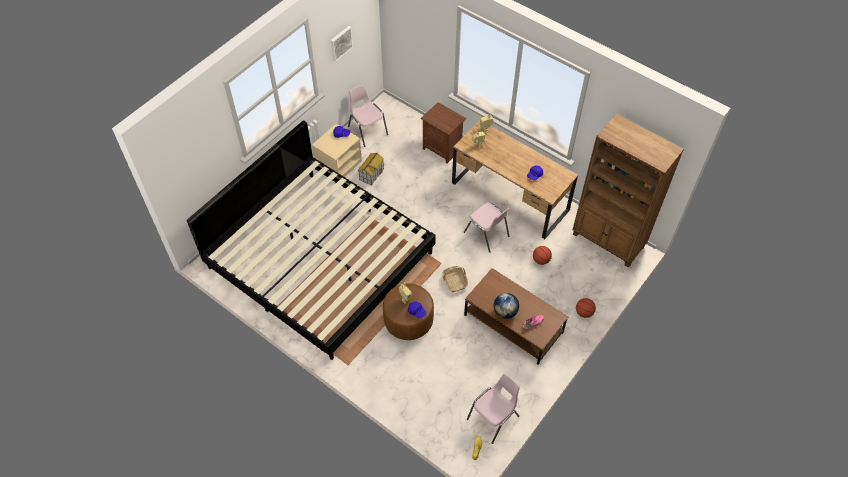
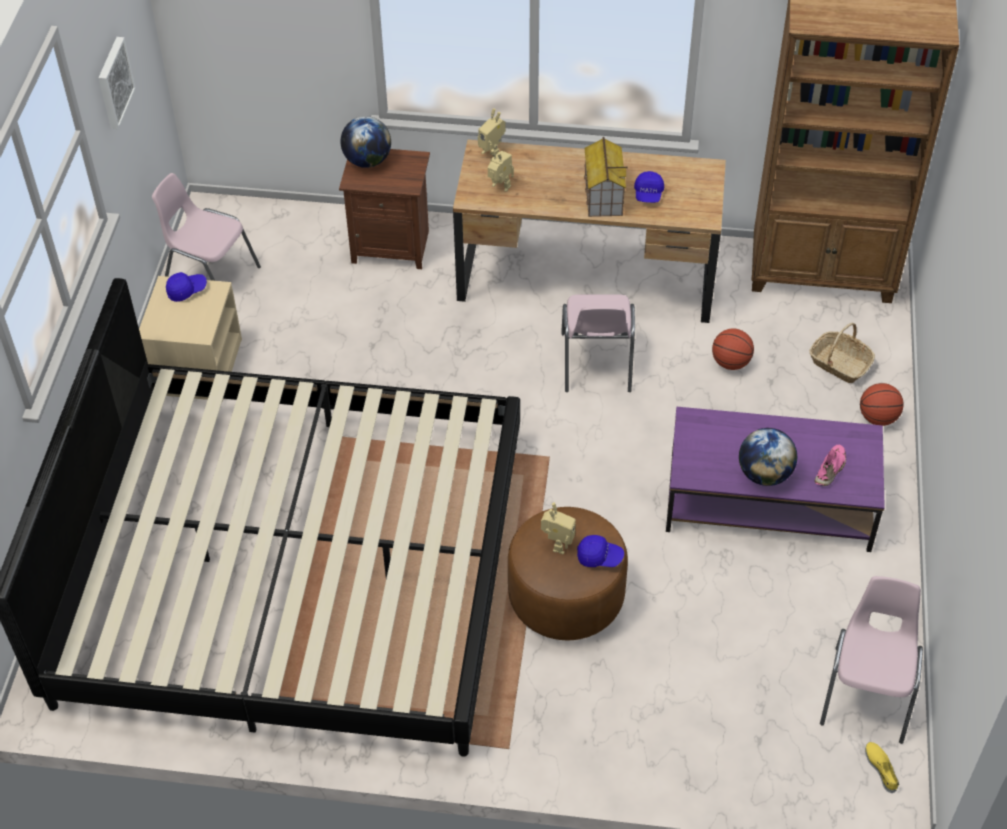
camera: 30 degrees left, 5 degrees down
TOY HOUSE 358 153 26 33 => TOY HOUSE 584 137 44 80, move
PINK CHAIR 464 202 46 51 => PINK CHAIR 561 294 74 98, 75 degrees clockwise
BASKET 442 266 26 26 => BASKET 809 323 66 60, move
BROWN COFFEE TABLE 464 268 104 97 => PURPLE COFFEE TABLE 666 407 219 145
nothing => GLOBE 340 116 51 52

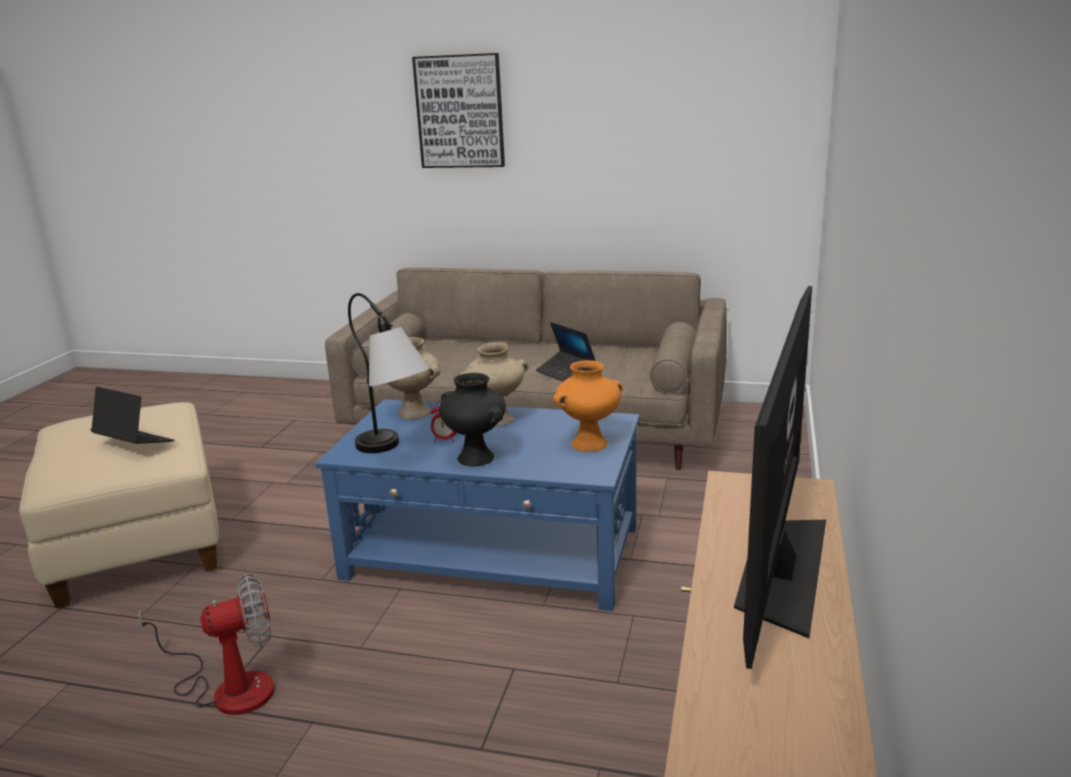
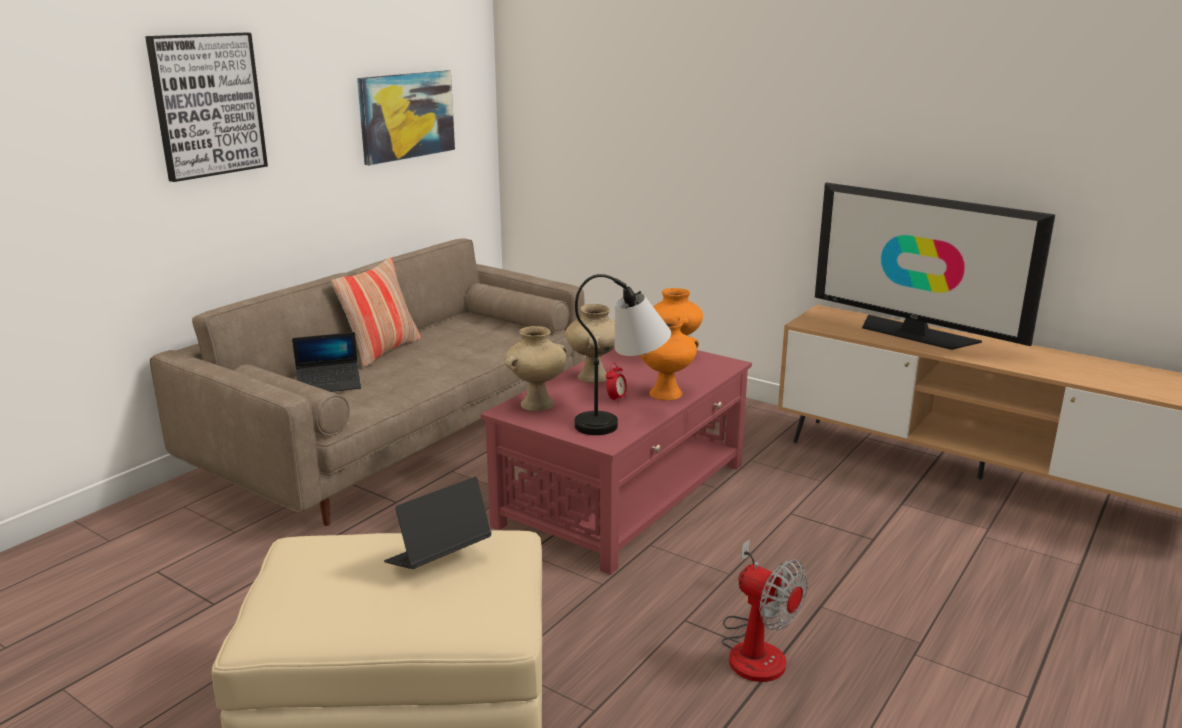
camera: 70 degrees left, 0 degrees up
LAPTOP 536 322 60 60 => LAPTOP 292 332 69 60, move
BLACK VASE 439 373 67 93 => ORANGE VASE 638 317 61 83
BLUE COFFEE TABLE 315 399 325 212 => RED COFFEE TABLE 481 348 271 227
FAN 139 574 136 141 => FAN 722 539 86 143, 135 degrees clockwise
nothing => PICTURE 357 70 98 95
nothing => PILLOW 331 258 90 110

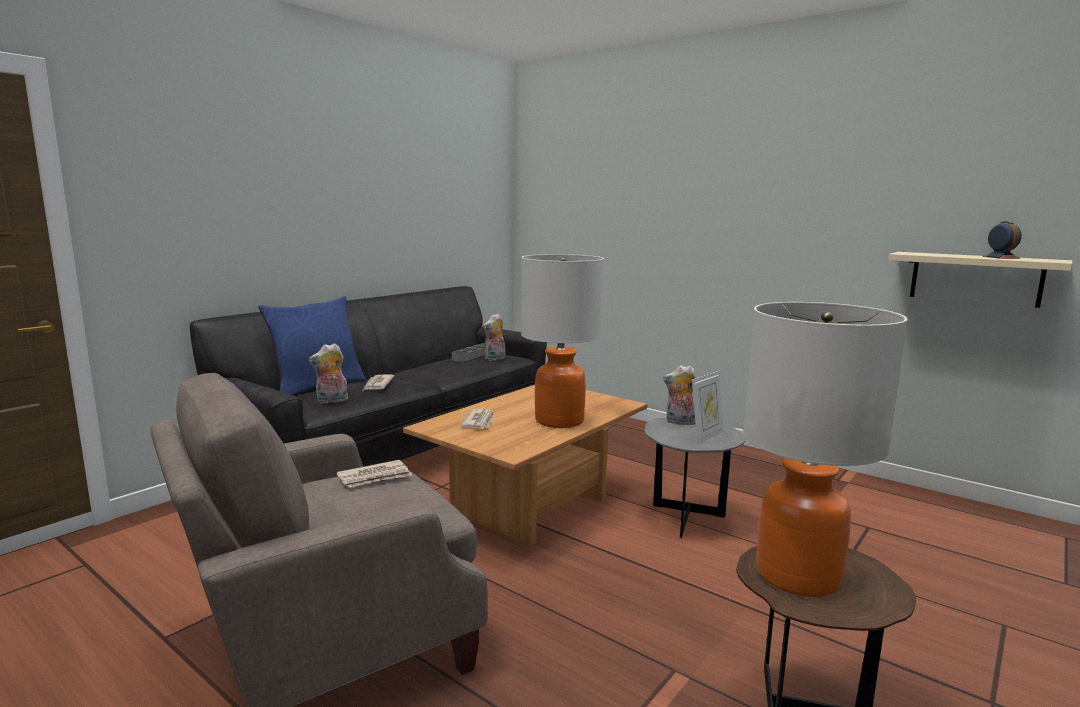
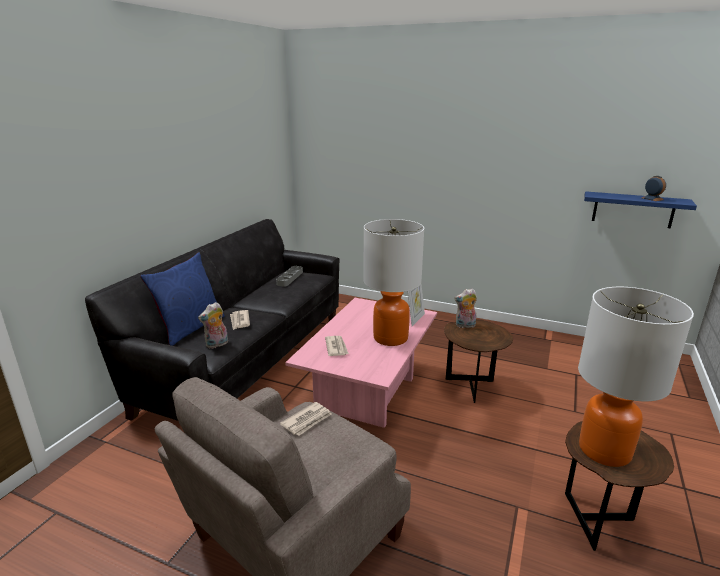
camera: 15 degrees left, 10 degrees up
BEIGE SHELF 888 252 184 56 => BLUE SHELF 584 191 113 37
PLUSH TOY 483 313 23 48 => nothing
PICTURE FRAME 692 371 32 73 => PICTURE FRAME 408 284 17 42, move
BROWN COFFEE TABLE 403 385 244 161 => PINK COFFEE TABLE 285 298 152 130
GREY SIDE TABLE 644 418 101 120 => BROWN SIDE TABLE 444 319 69 84

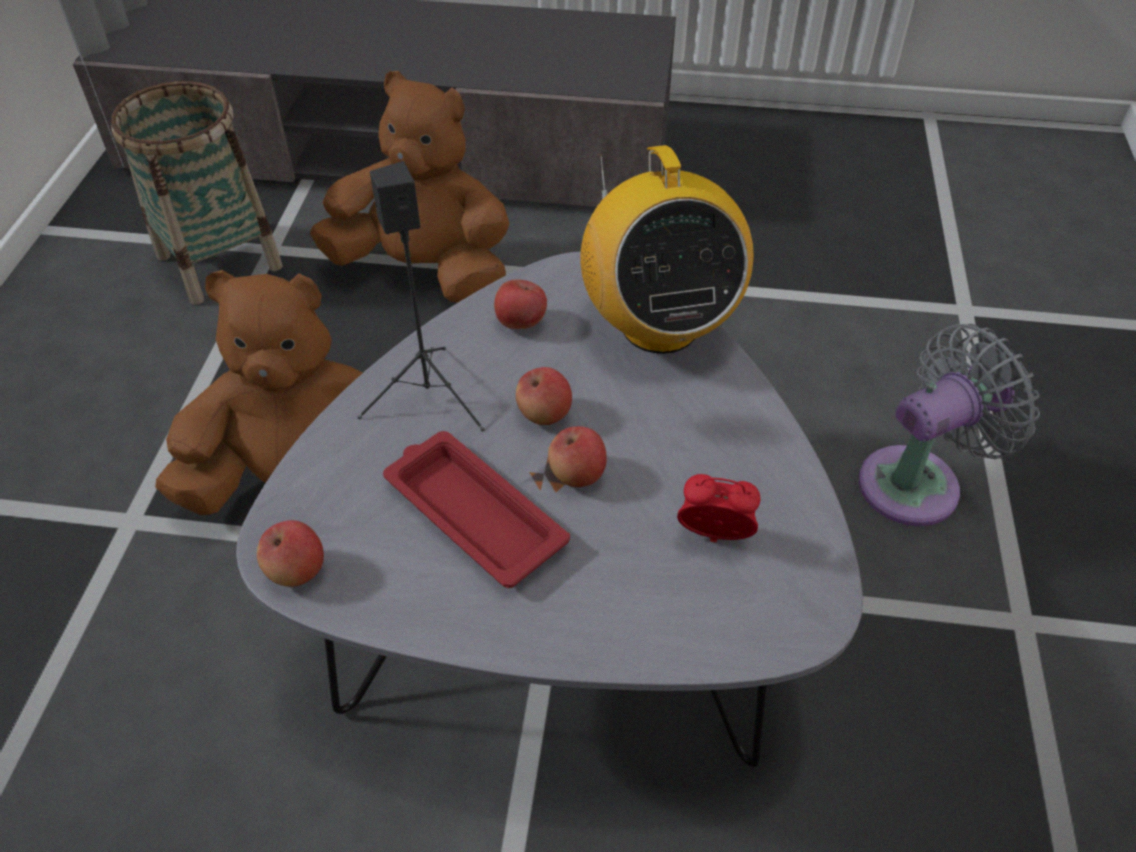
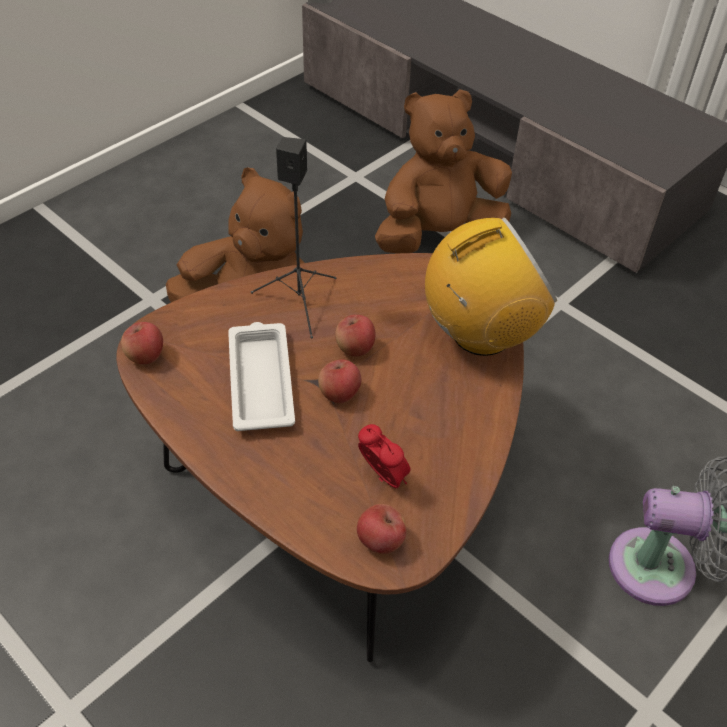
camera: 35 degrees right, 0 degrees up
BROWN PLUSH TOY 310 71 200 231 => BROWN PLUSH TOY 375 89 137 164, 75 degrees counterclockwise
BASKET 111 81 172 224 => nothing
RADIO 581 145 173 209 => RADIO 425 217 132 139, 135 degrees counterclockwise
GREY COFFEE TABLE 236 252 627 515 => BROWN COFFEE TABLE 116 253 408 409
APPLE 494 279 53 50 => APPLE 357 504 49 50, move
RED TRAY 383 431 187 157 => WHITE TRAY 228 322 67 109

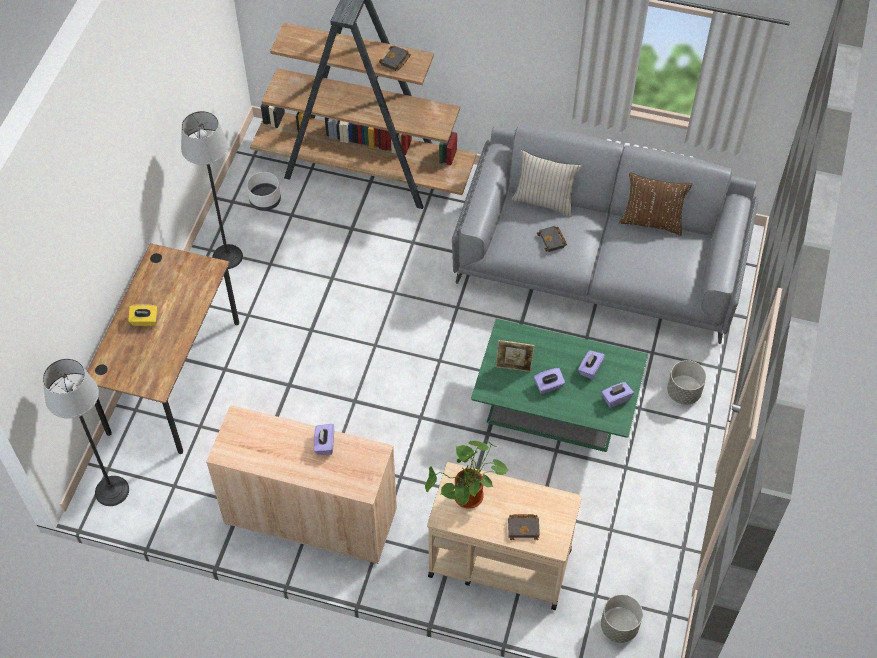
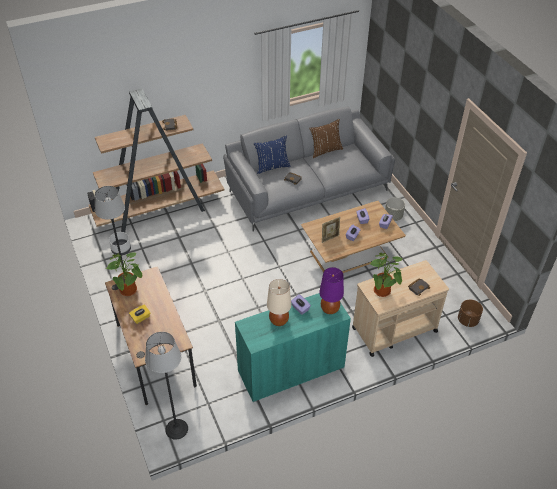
camera: 40 degrees left, 10 degrees down
BEIGE PILLOW 512 150 69 67 => BLUE PILLOW 254 135 37 39
GREEN COFFEE TABLE 471 319 177 133 => BROWN COFFEE TABLE 301 201 105 72
BEIGE CABINET 206 405 191 159 => TURQUOISE CABINET 235 293 116 109
GREY PLANTER 601 594 42 49 => BROWN PLANTER 458 300 25 27
nothing => POTTED PLANT 106 252 36 44
nothing => PURPLE TABLE LAMP 319 267 25 47
nothing => BEIGE TABLE LAMP 267 279 24 47

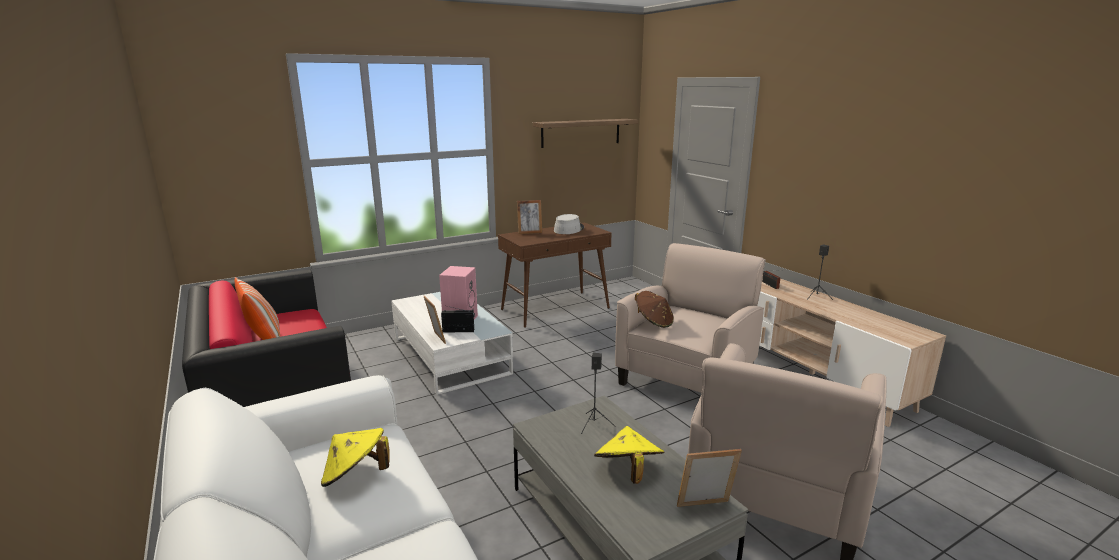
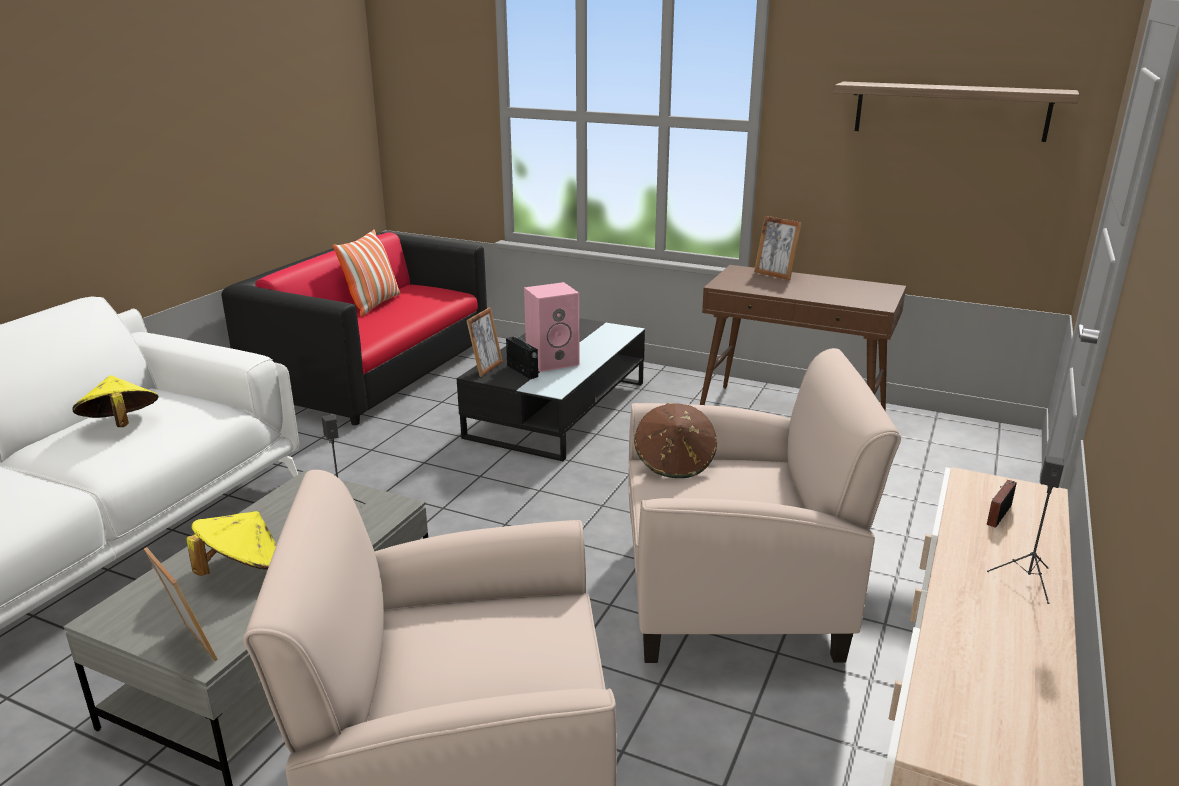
camera: 55 degrees right, 5 degrees up
GREY HAT 554 214 30 20 => nothing
WHITE COFFEE TABLE 391 292 122 103 => BLACK COFFEE TABLE 457 318 188 143

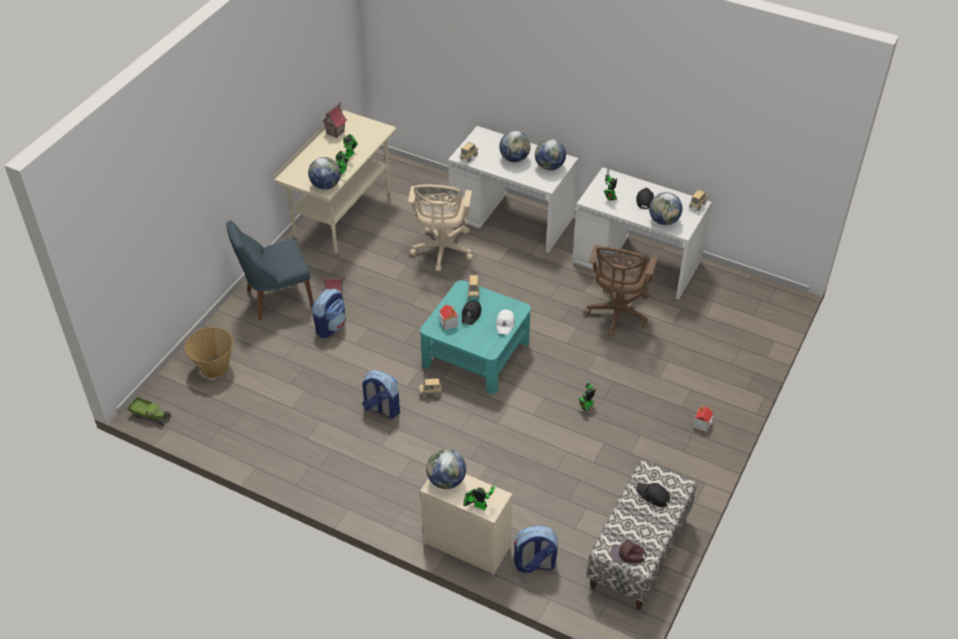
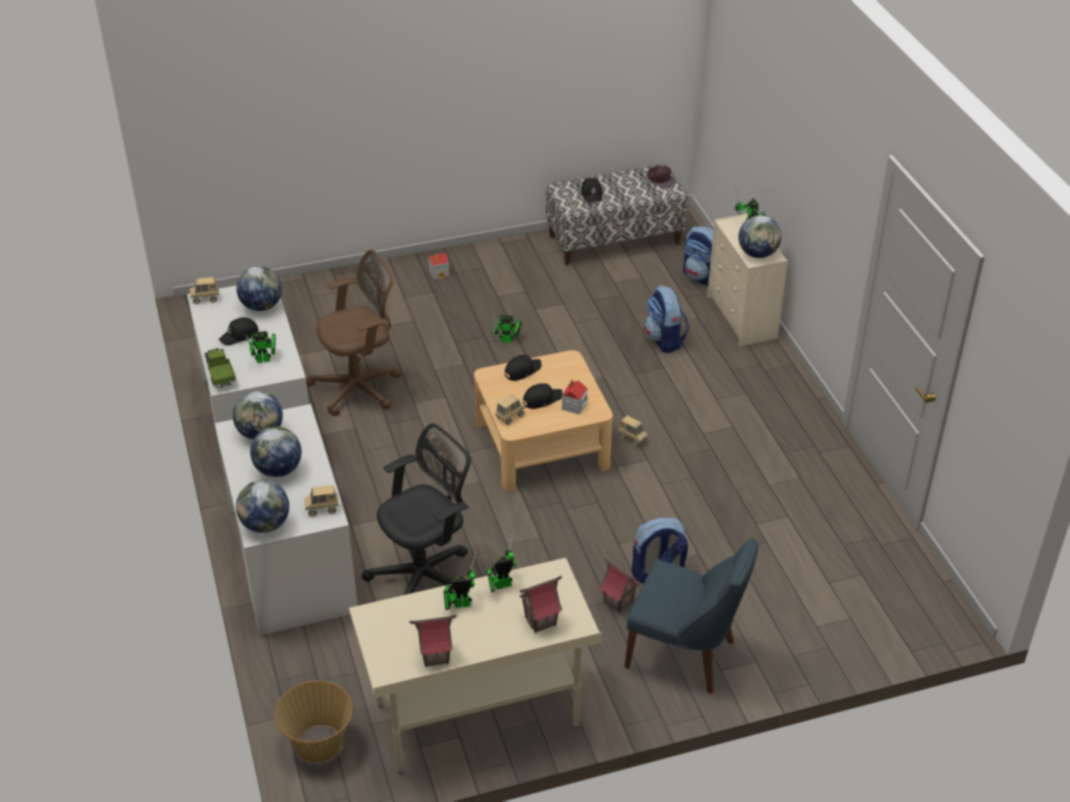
camera: 135 degrees left, 5 degrees down
GLOBE 308 157 33 33 => GLOBE 236 480 53 53, move
BEIGE OFFICE CHAIR 408 185 64 87 => BLACK OFFICE CHAIR 361 423 110 172
TURQUOISE COFFEE TABLE 420 280 111 114 => BEIGE COFFEE TABLE 474 350 139 141
WHITE CAP 496 310 19 24 => BLACK CAP 505 355 36 26
BASKET 185 327 48 51 => BASKET 275 680 78 83, move
BACKPACK 362 370 38 49 => BACKPACK 644 285 45 68, move
TOY TRUCK 127 397 45 29 => TOY TRUCK 204 348 32 40, move
nothing => TOY HOUSE 519 576 43 57

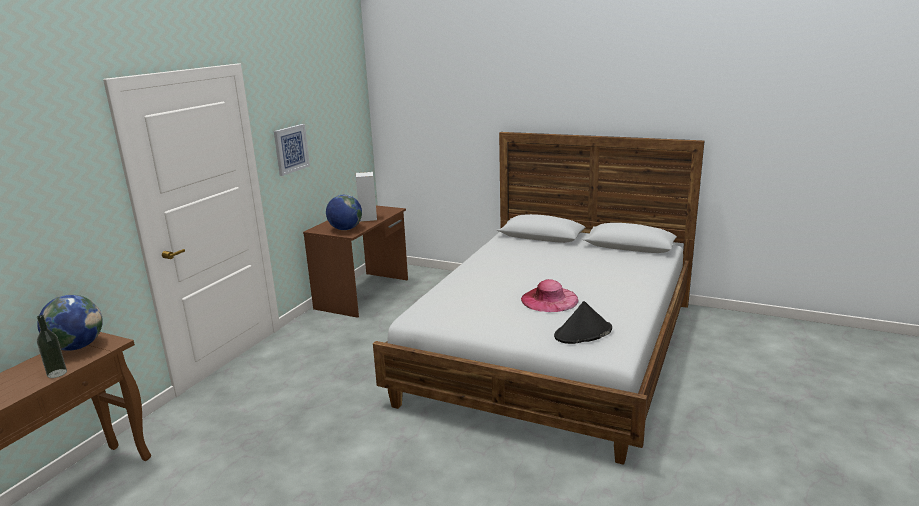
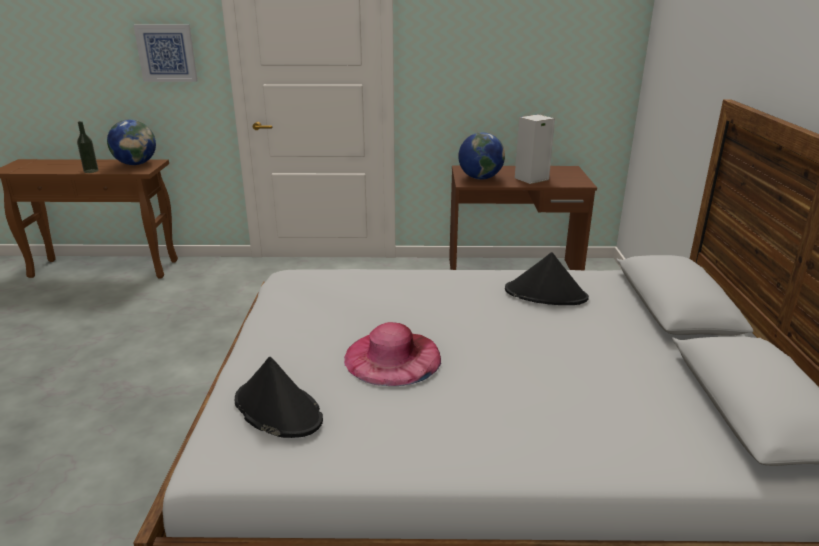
camera: 65 degrees right, 5 degrees up
PICTURE 274 124 36 52 => PICTURE 133 24 64 58, move
nothing => BLACK HAT 505 252 84 53

